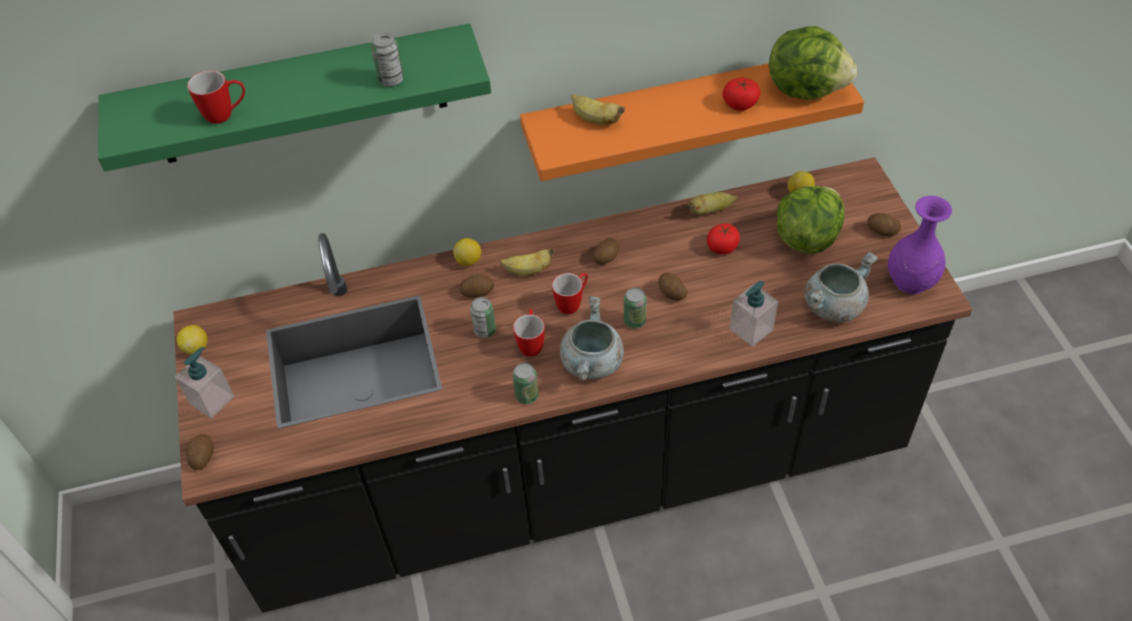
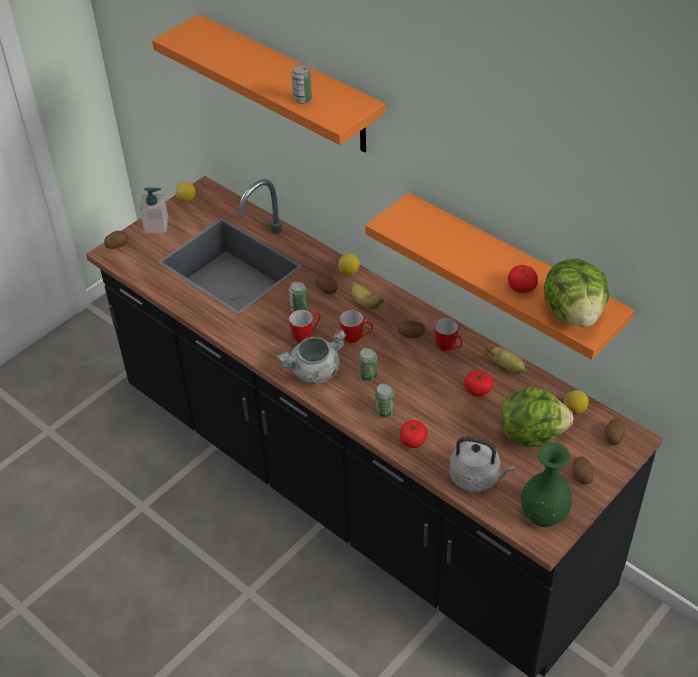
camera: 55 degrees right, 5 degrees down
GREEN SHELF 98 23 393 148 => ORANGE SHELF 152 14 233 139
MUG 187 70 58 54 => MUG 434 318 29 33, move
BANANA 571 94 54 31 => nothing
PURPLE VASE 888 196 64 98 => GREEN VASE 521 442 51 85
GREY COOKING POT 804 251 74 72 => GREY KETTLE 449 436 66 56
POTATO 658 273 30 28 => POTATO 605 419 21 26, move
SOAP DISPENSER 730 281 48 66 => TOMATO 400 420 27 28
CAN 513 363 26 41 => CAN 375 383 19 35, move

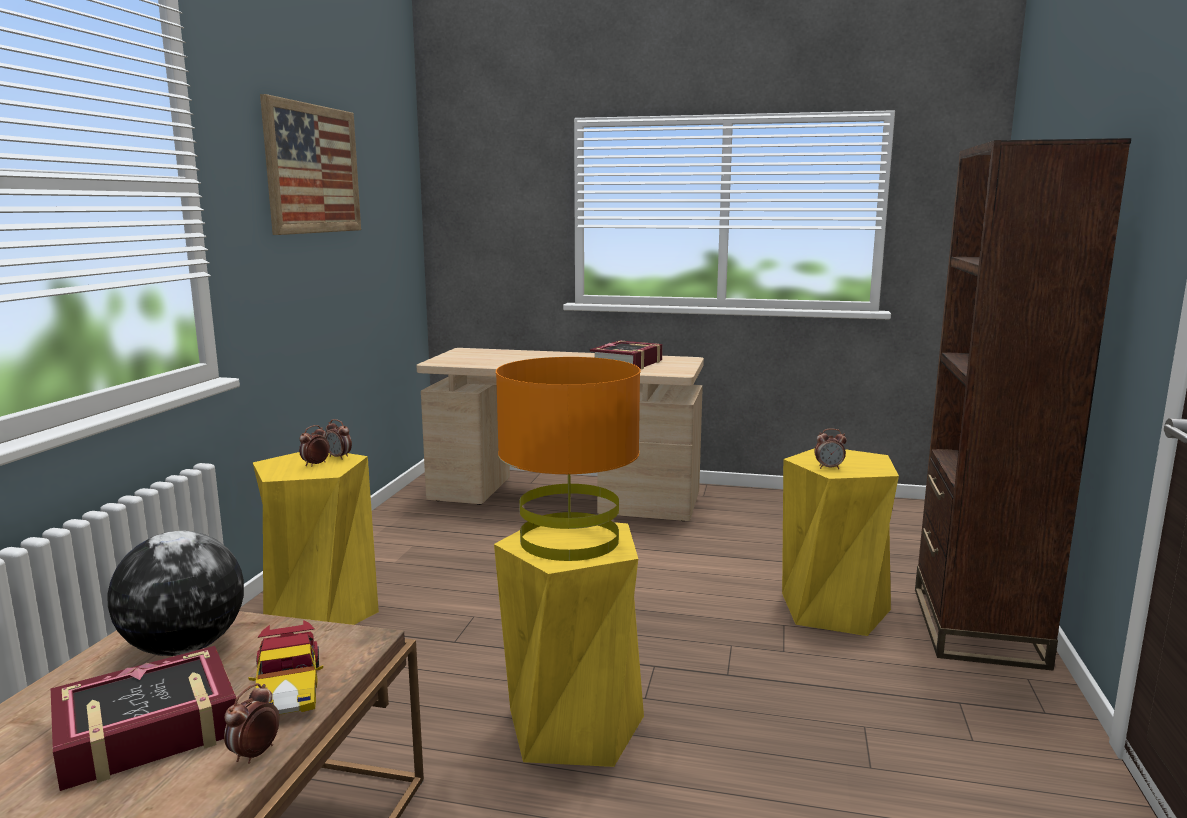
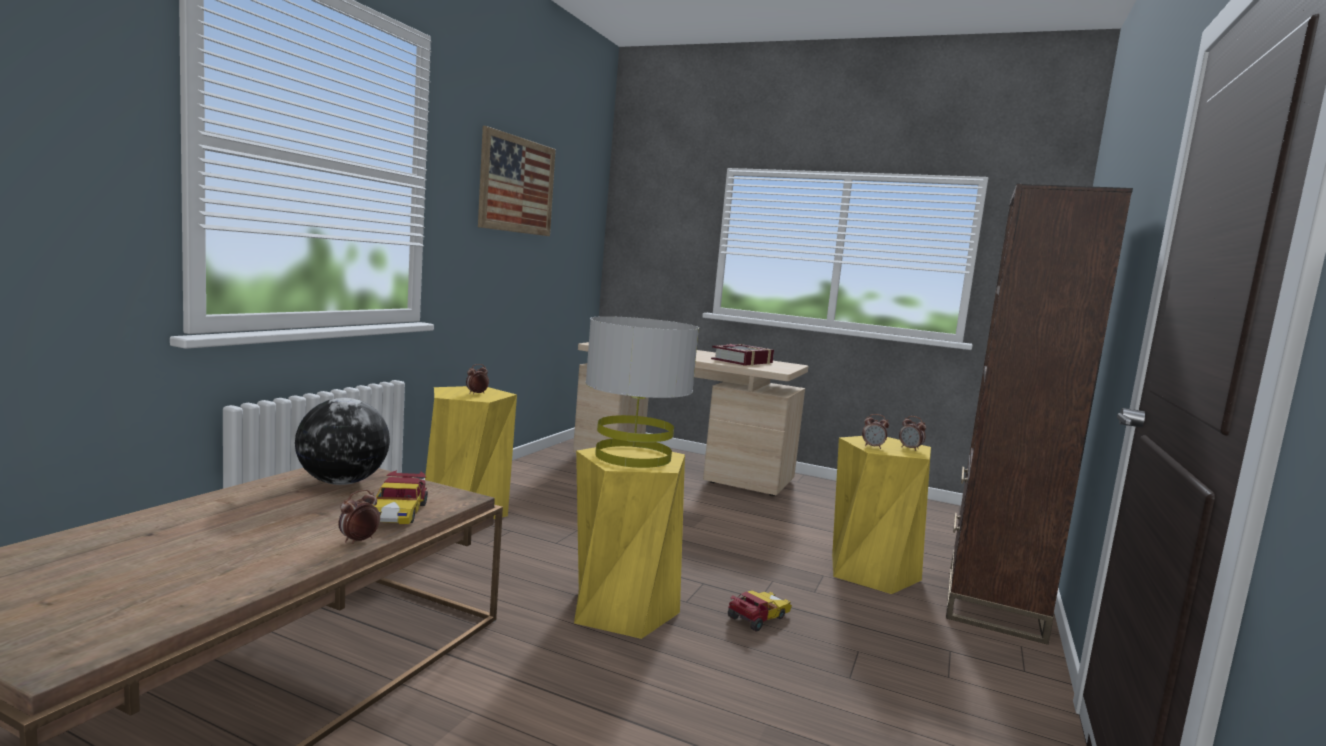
camera: 10 degrees right, 5 degrees down
ORANGE TABLE LAMP 496 357 145 204 => GREY TABLE LAMP 585 316 114 152
ALARM CLOCK 325 419 27 41 => ALARM CLOCK 899 416 27 35, move
BOOK 51 646 185 145 => nothing
nothing => TOY CAR 728 590 64 42

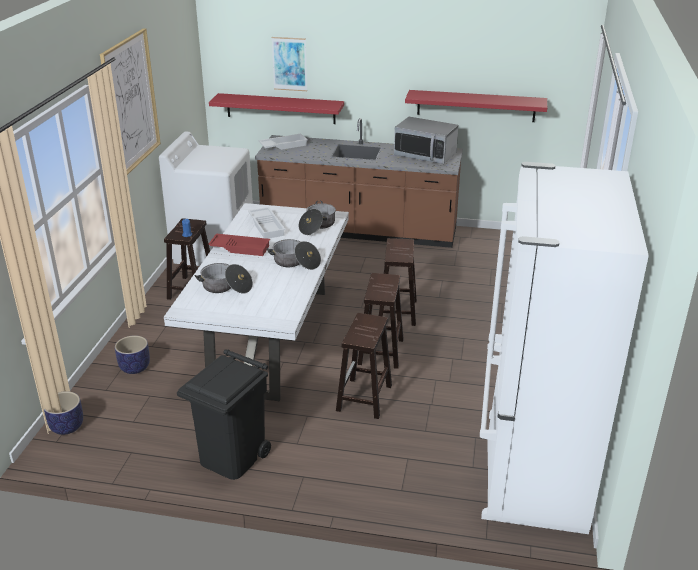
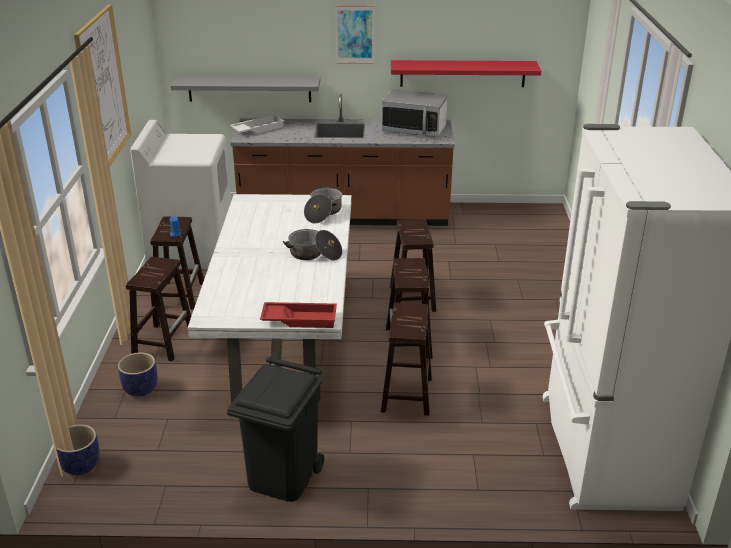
camera: 10 degrees left, 0 degrees up
PICTURE 271 37 36 54 => PICTURE 335 5 39 59, move
RED SHELF 209 93 135 31 => GREY SHELF 171 76 149 26
WHITE TRAY 248 207 37 32 => nothing
RED TRAY 208 233 62 23 => RED TRAY 260 302 77 26, move
COOKING POT 194 263 59 30 => nothing
nothing => BROWN STOOL 126 257 65 104

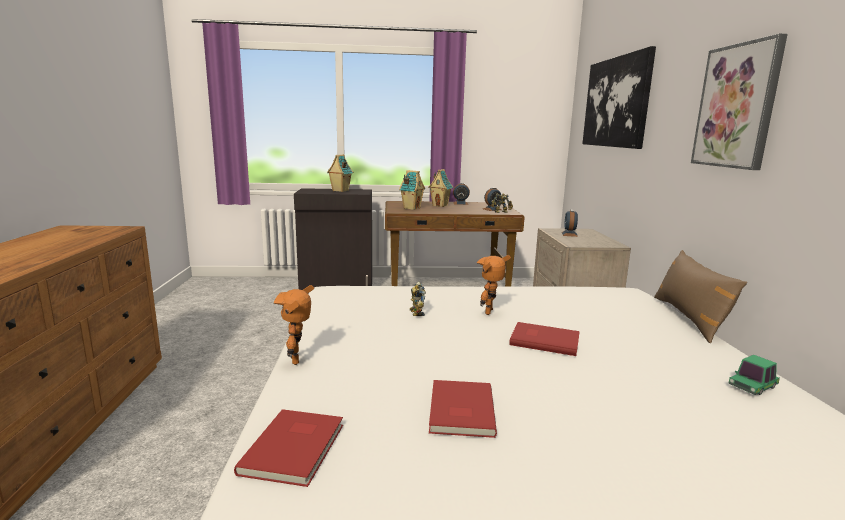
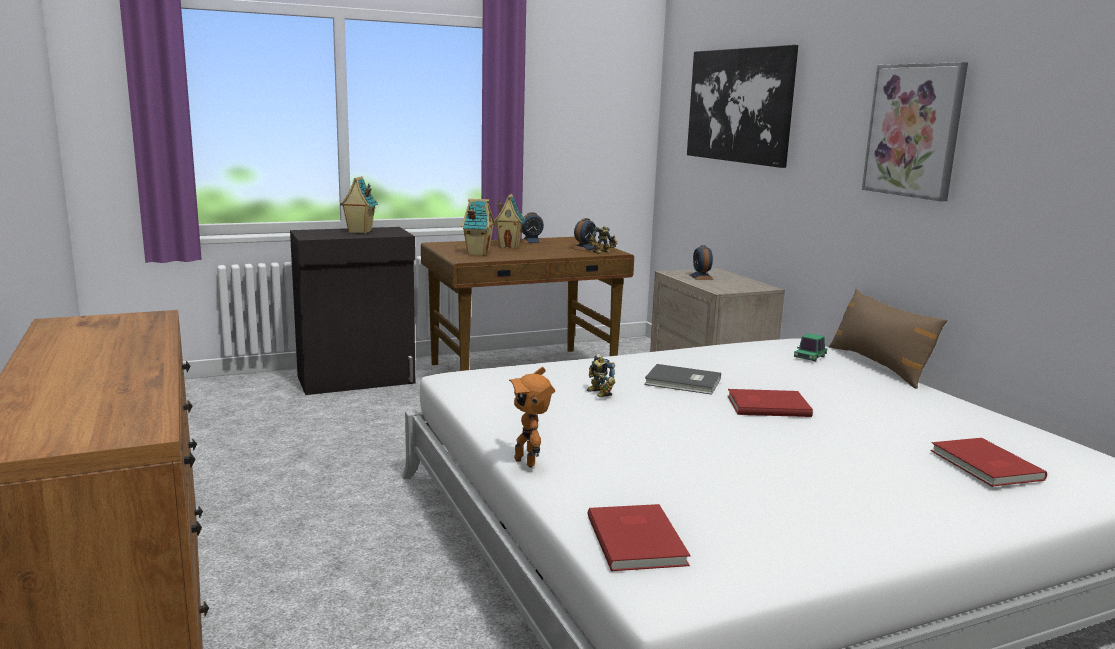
camera: 20 degrees left, 0 degrees up
TOY ROBOT 477 255 34 60 => GREY BOOK 644 364 77 31
TOY CAR 728 355 52 40 => TOY CAR 794 333 33 28, move
RED BOOK 429 380 68 58 => RED BOOK 930 438 117 49, move

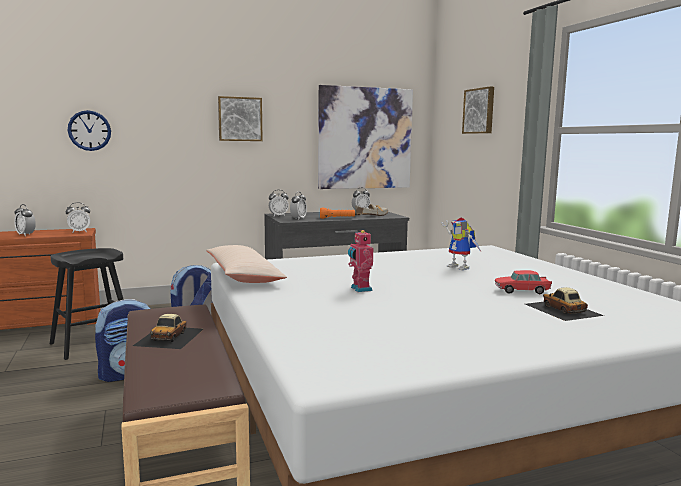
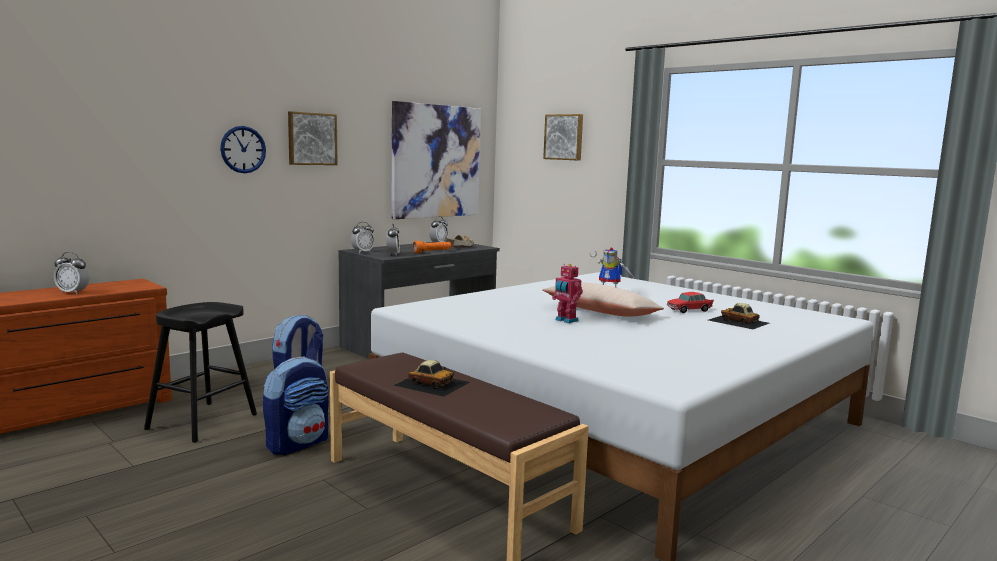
camera: 25 degrees left, 0 degrees up
WALL CLOCK 68 110 43 41 => WALL CLOCK 220 126 46 47, move
ALARM CLOCK 65 202 25 30 => nothing
BEIGE PILLOW 206 245 81 38 => BEIGE PILLOW 542 282 122 35, move
TOY CAR 133 314 70 35 => TOY CAR 394 360 76 37, 45 degrees counterclockwise

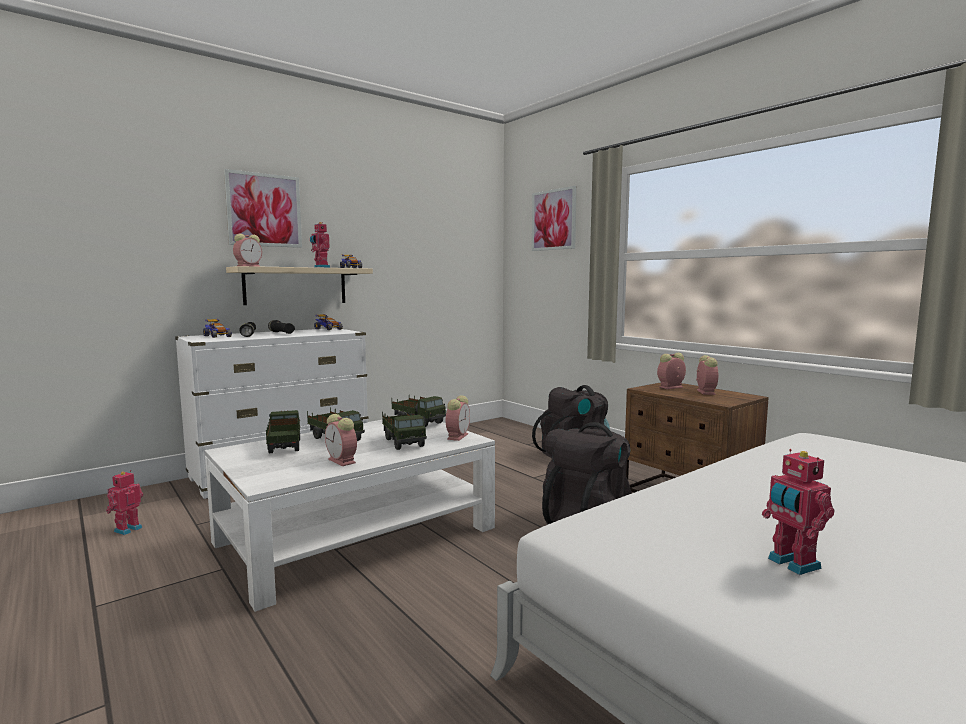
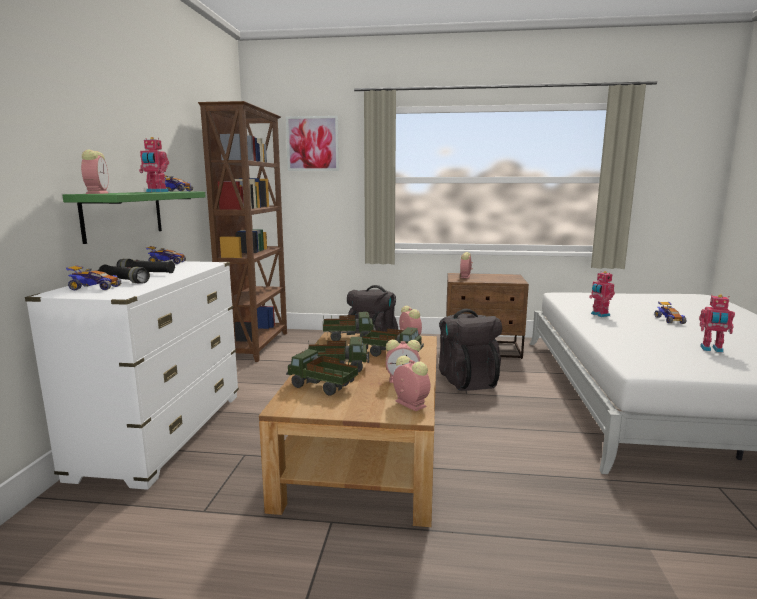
camera: 45 degrees left, 5 degrees up
PICTURE 224 169 78 79 => nothing
BEIGE SHELF 226 266 147 39 => GREEN SHELF 63 192 143 52
ALARM CLOCK 696 355 22 40 => ALARM CLOCK 393 356 38 55, move
WHITE COFFEE TABLE 204 420 291 192 => BROWN COFFEE TABLE 259 332 178 195
TOY ROBOT 106 470 37 65 => TOY ROBOT 589 271 26 46, move
nothing => BROWN BOOKCASE 198 101 89 261
nothing => TOY CAR 654 302 33 22

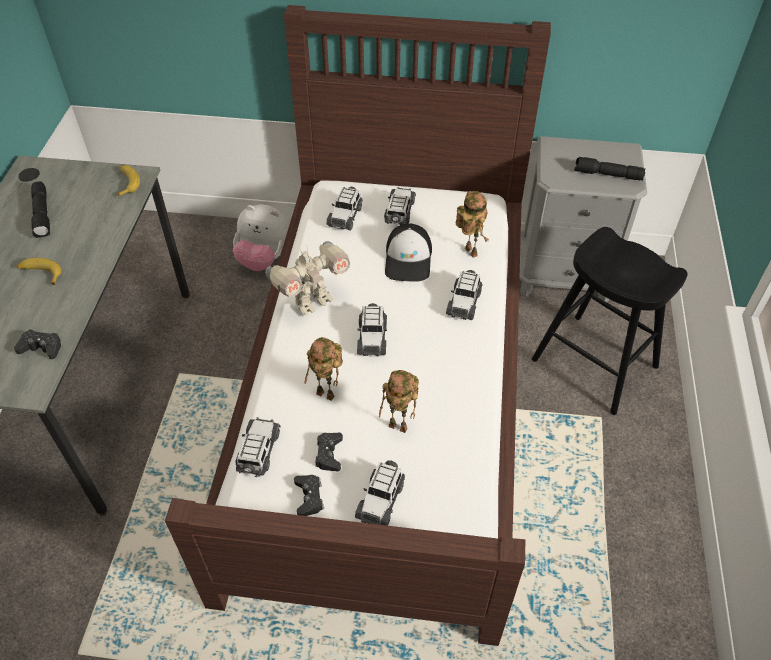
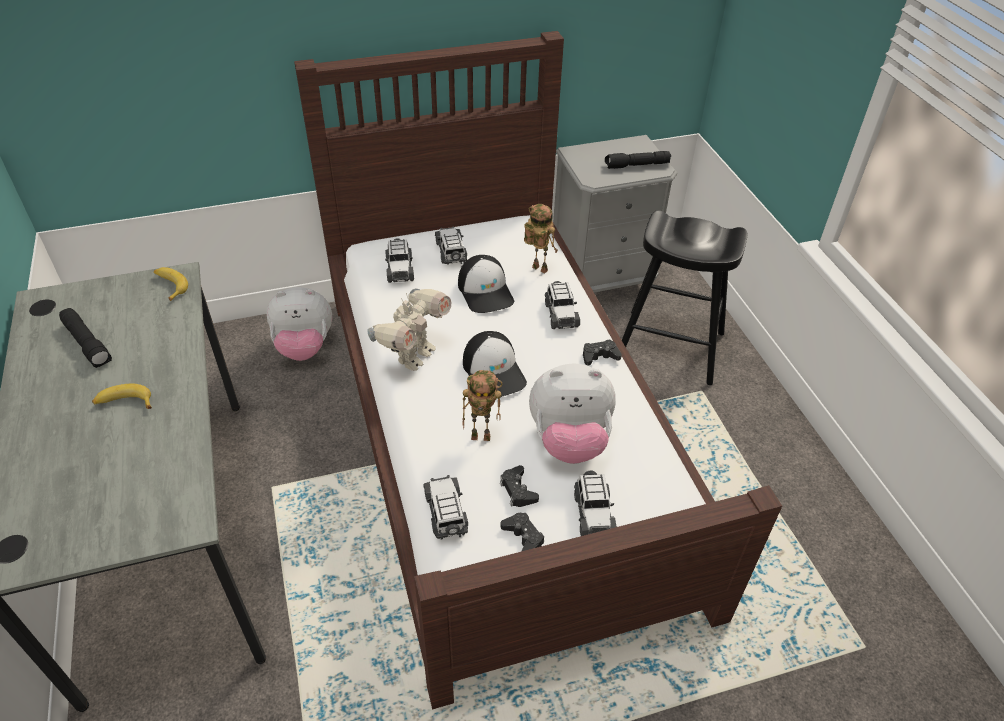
camera: 25 degrees left, 5 degrees down
TOY CAR 357 303 30 53 => CAP 463 331 64 66
BLACK GAME CONTROLLER 14 329 47 30 => BLACK GAME CONTROLLER 583 340 39 25, move
TOY ROBOT 379 370 40 63 => PLUSH TOY 529 364 87 100

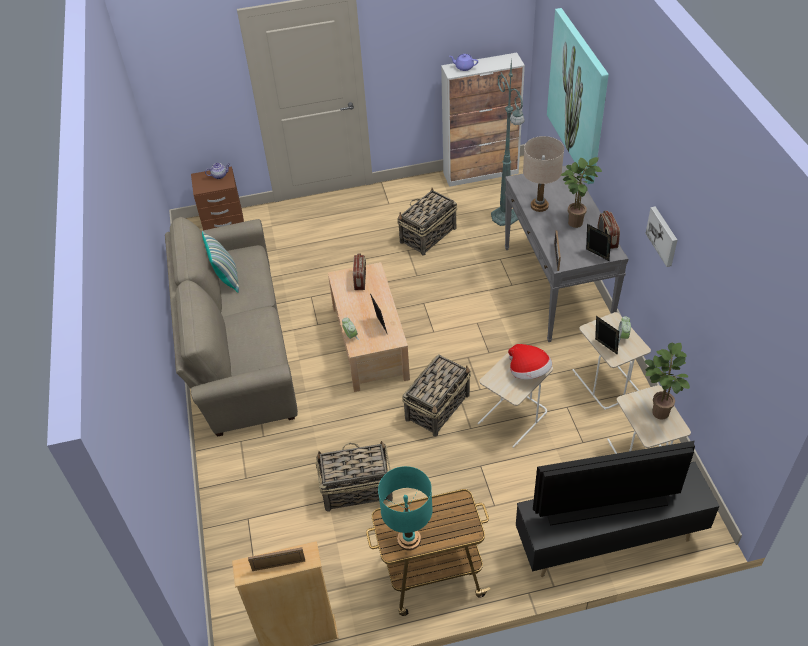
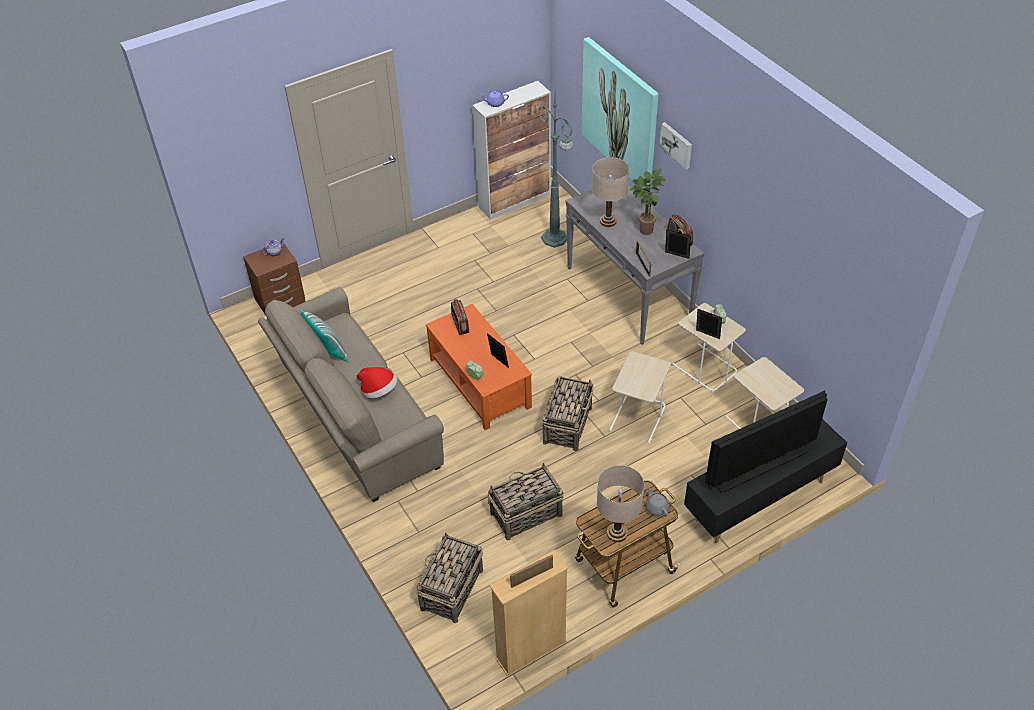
camera: 20 degrees left, 0 degrees up
BASKET 397 188 60 68 => BASKET 416 533 67 90, move
PICTURE 645 207 32 60 => PICTURE 659 122 33 48, move
BEIGE COFFEE TABLE 328 262 82 130 => ORANGE COFFEE TABLE 426 304 106 126
POTTED PLANT 645 342 45 77 => nothing
HAT 508 344 44 36 => HAT 357 367 41 32, move
TURQUOISE TABLE LAMP 378 466 55 84 => BEIGE TABLE LAMP 597 465 47 77
nothing => GREY TEAPOT 646 485 23 32

